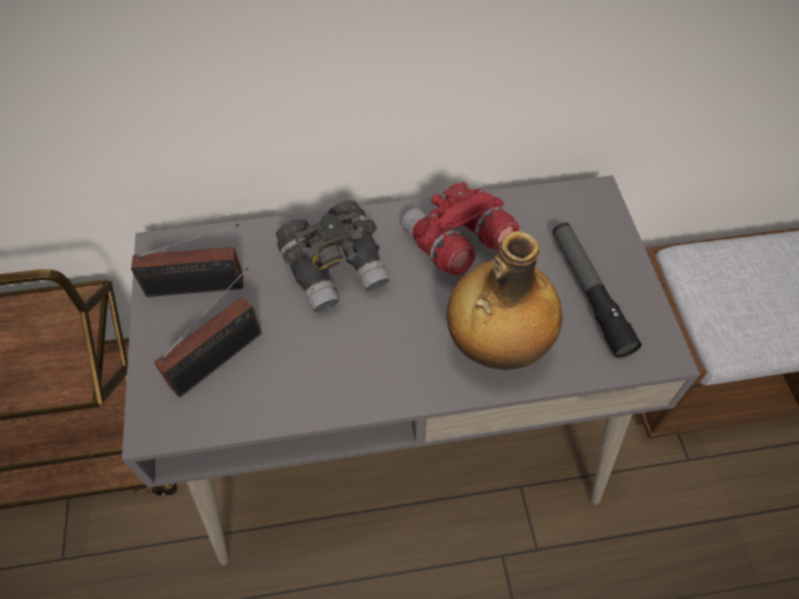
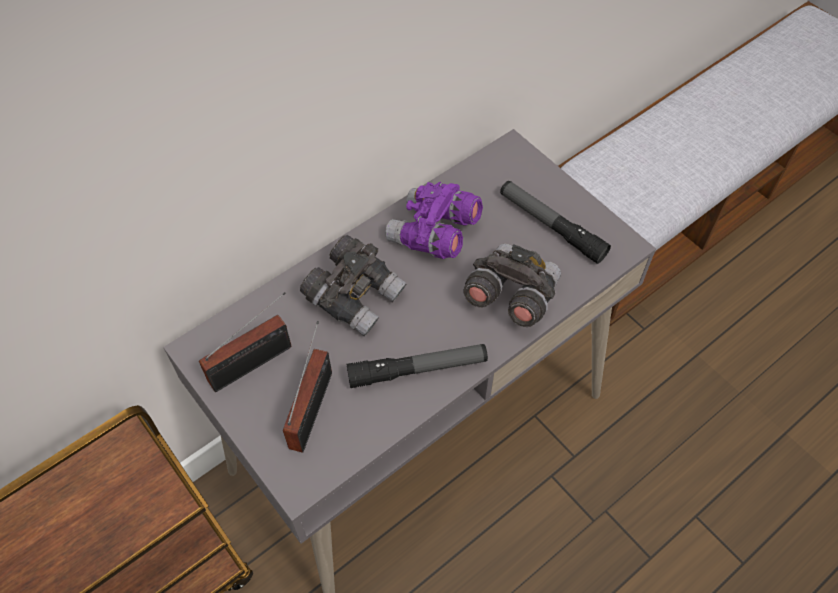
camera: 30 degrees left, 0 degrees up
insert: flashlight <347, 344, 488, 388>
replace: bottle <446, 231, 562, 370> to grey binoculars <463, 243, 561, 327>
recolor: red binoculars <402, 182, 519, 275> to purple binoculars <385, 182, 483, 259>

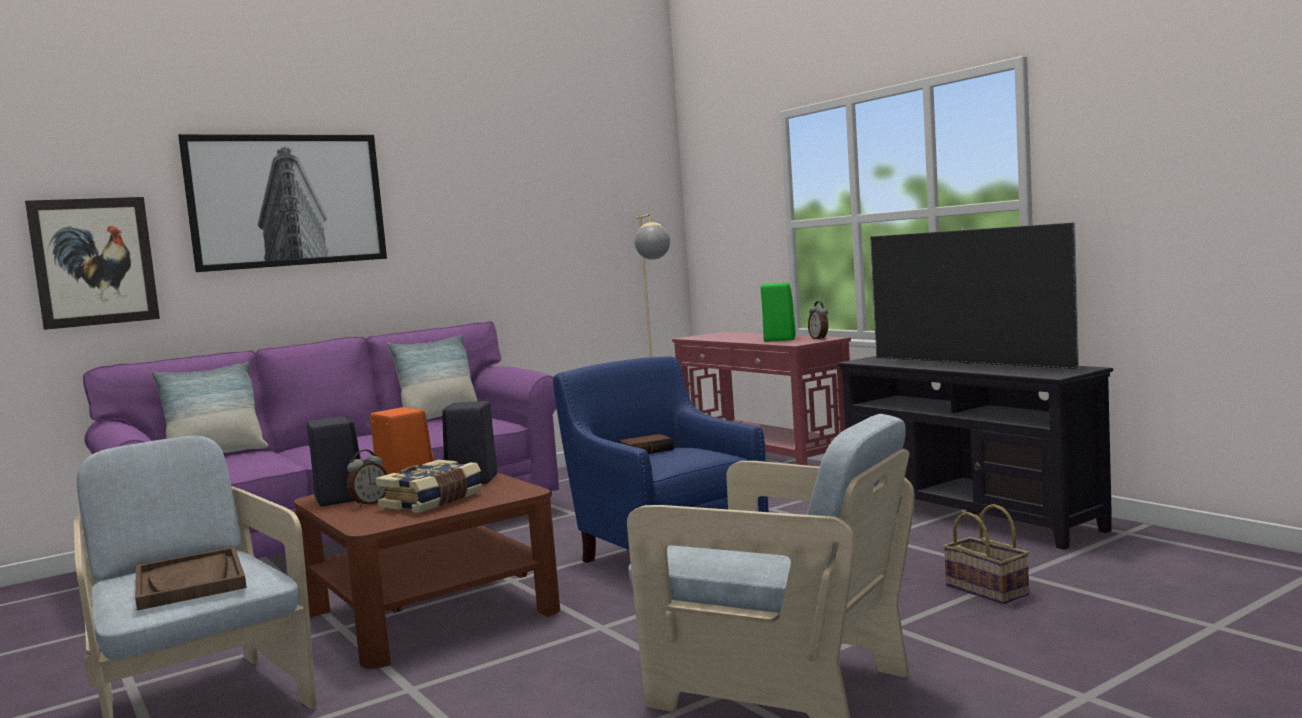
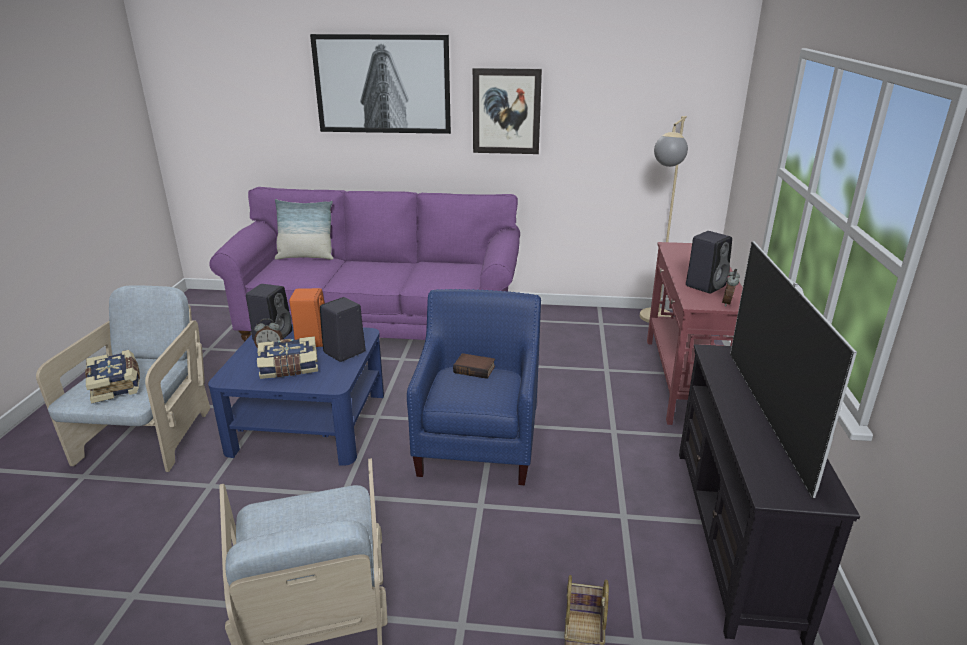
camera: 40 degrees right, 20 degrees up
delete: pillow <387, 335, 477, 419>
move: picture <25, 197, 160, 330> to <473, 68, 542, 154>
replace: brown tray <135, 547, 247, 611> to book <85, 350, 140, 403>
recolor: brown coffee table <294, 472, 560, 669> to blue coffee table <208, 324, 384, 466>; green speaker <761, 282, 796, 342> to black speaker <686, 231, 732, 294>

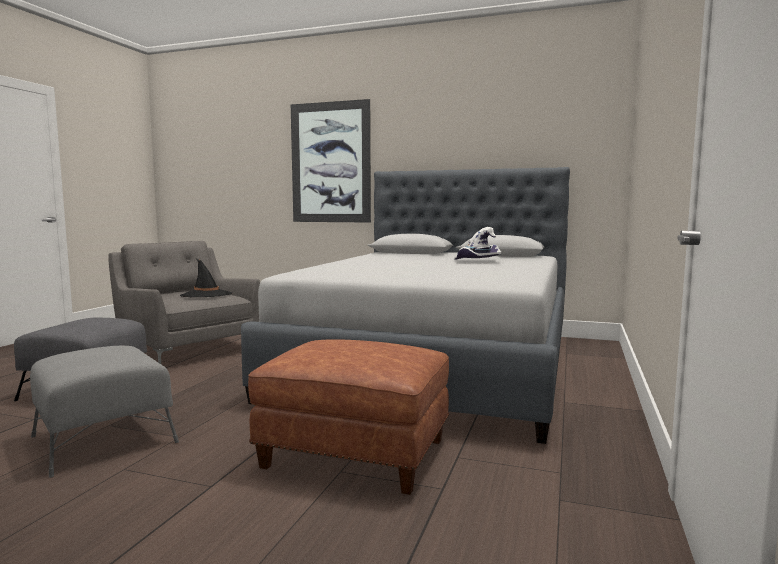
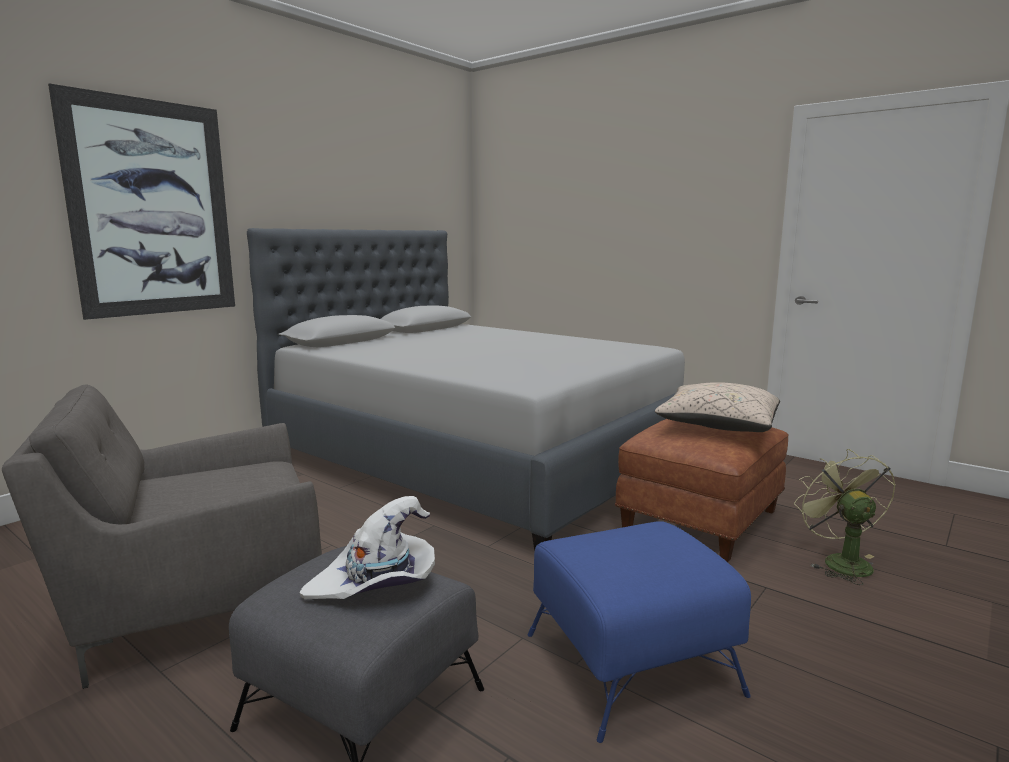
camera: 70 degrees left, 5 degrees up
delete: black hat <180, 259, 232, 297>
insert: beige pillow <655, 382, 780, 432>; green fan <794, 449, 896, 585>
move: white hat <454, 227, 501, 260> to <300, 496, 435, 599>
recolor: grey ottoman <30, 346, 179, 478> to blue ottoman <528, 521, 751, 743>

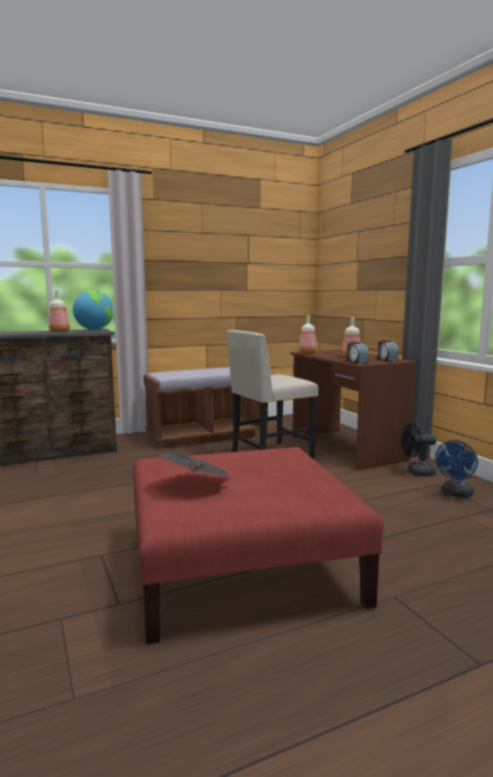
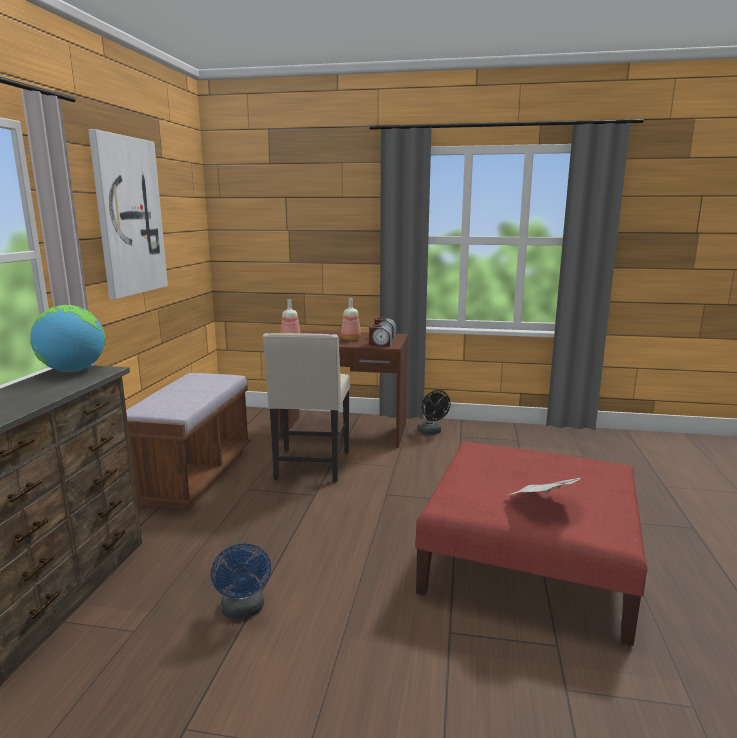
camera: 55 degrees left, 5 degrees up
delete: bottle <49, 290, 70, 332>
insert: picture <88, 129, 168, 299>
move: blue fan <435, 440, 478, 498> to <211, 542, 271, 620>
rotate: black fan <401, 422, 437, 476> = <417, 390, 450, 435> 60 degrees counterclockwise

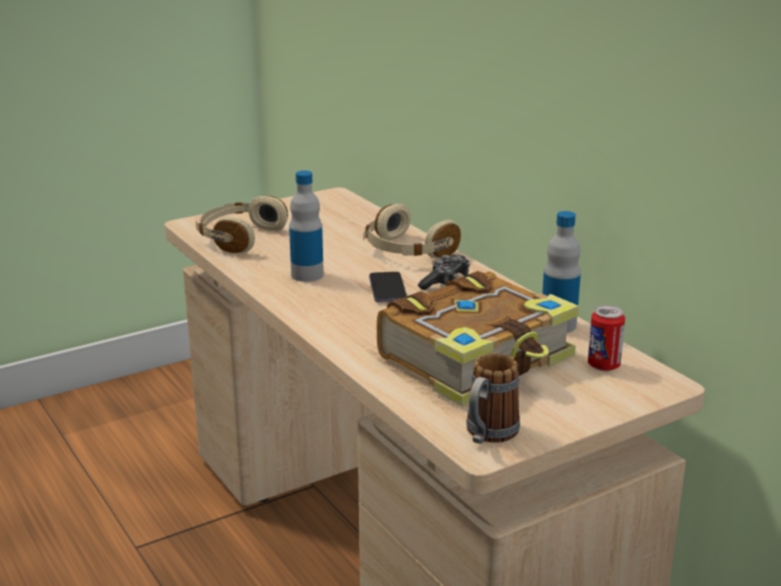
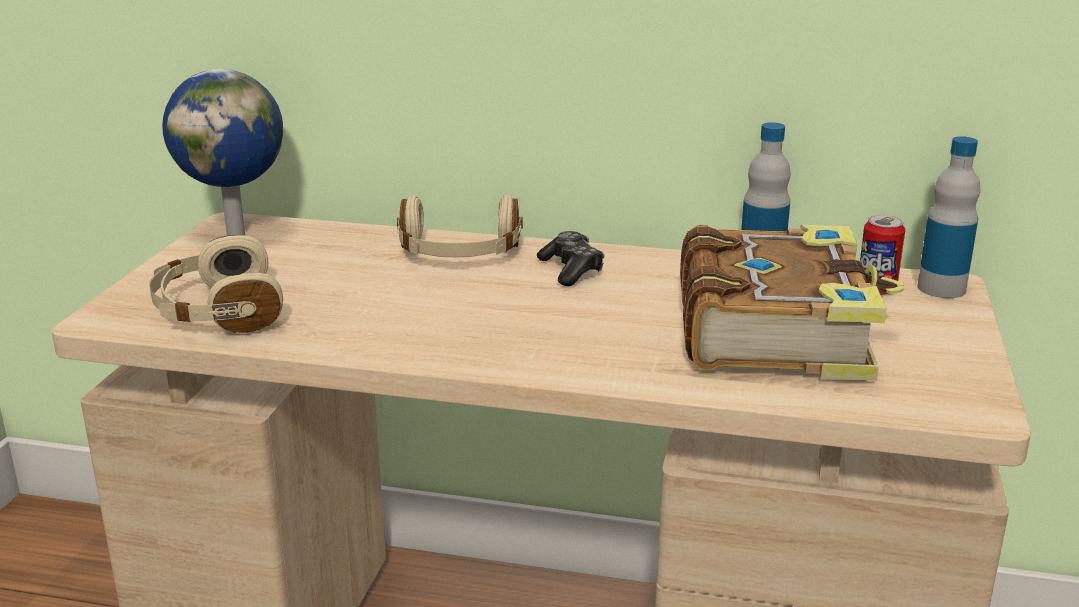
camera: 45 degrees left, 0 degrees up
delete: phone <369, 272, 407, 302>; mug <466, 353, 520, 444>
insert: globe <162, 69, 283, 236>
move: bottle <289, 170, 324, 282> to <917, 136, 980, 298>

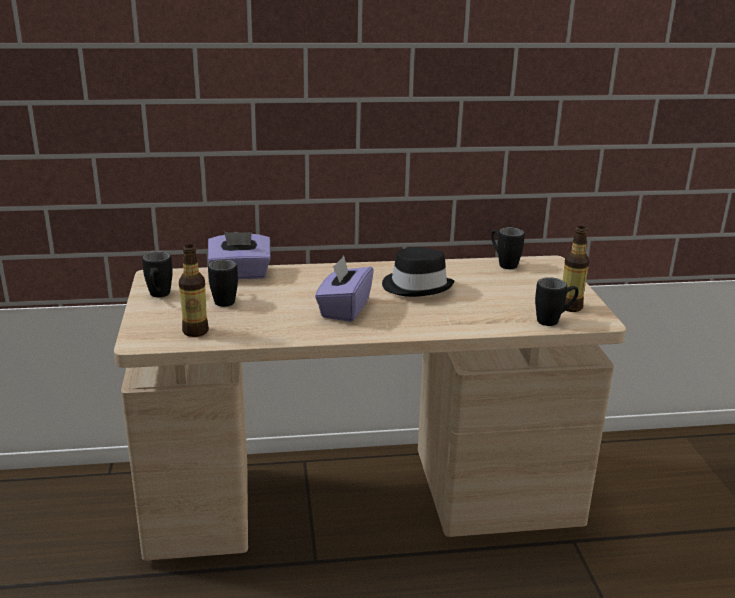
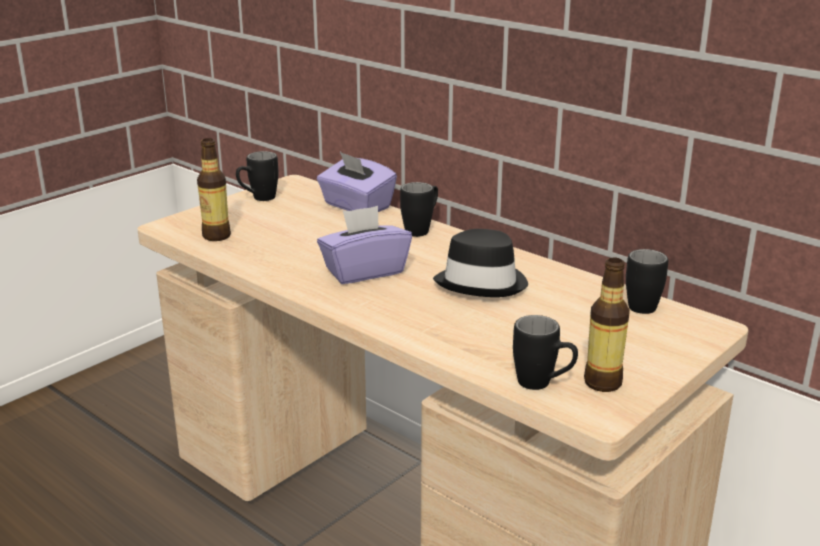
camera: 50 degrees right, 0 degrees up
move: black mug <208, 260, 238, 307> to <400, 182, 438, 237>

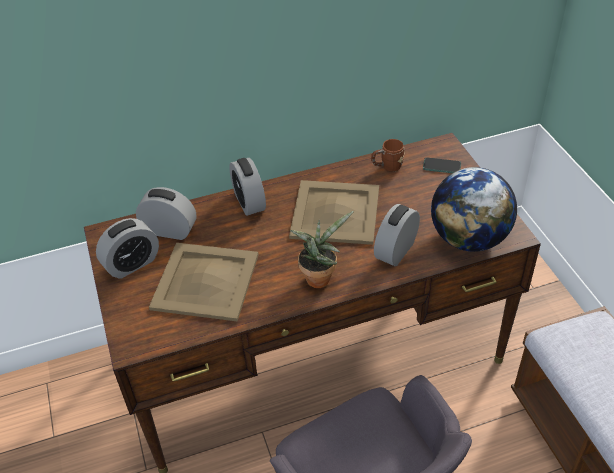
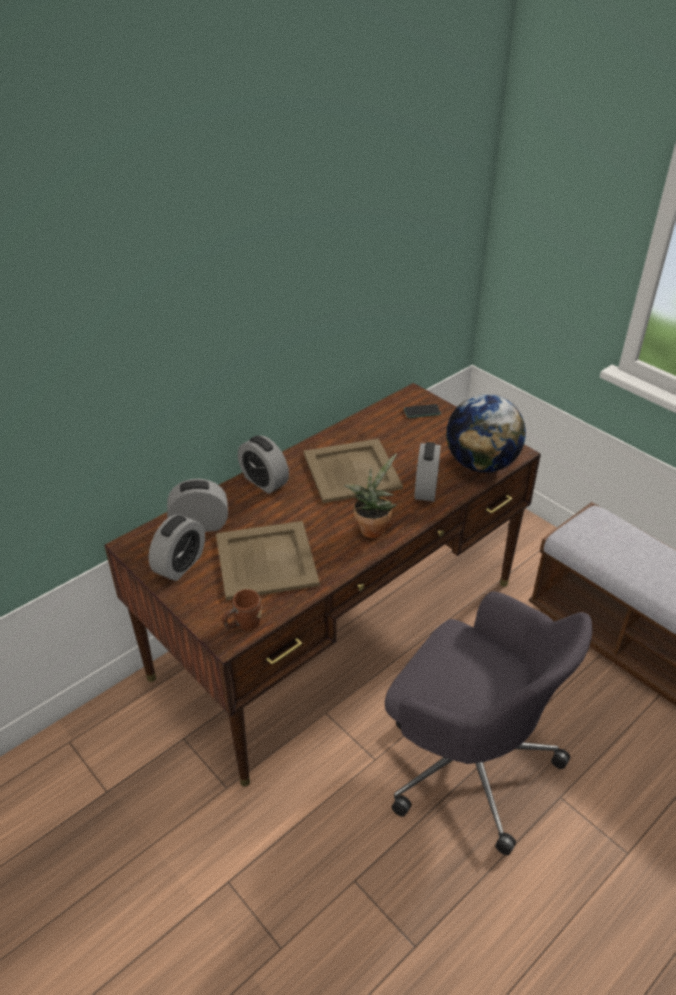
camera: 25 degrees left, 5 degrees down
move: brown mug <371, 139, 405, 172> to <222, 589, 262, 631>

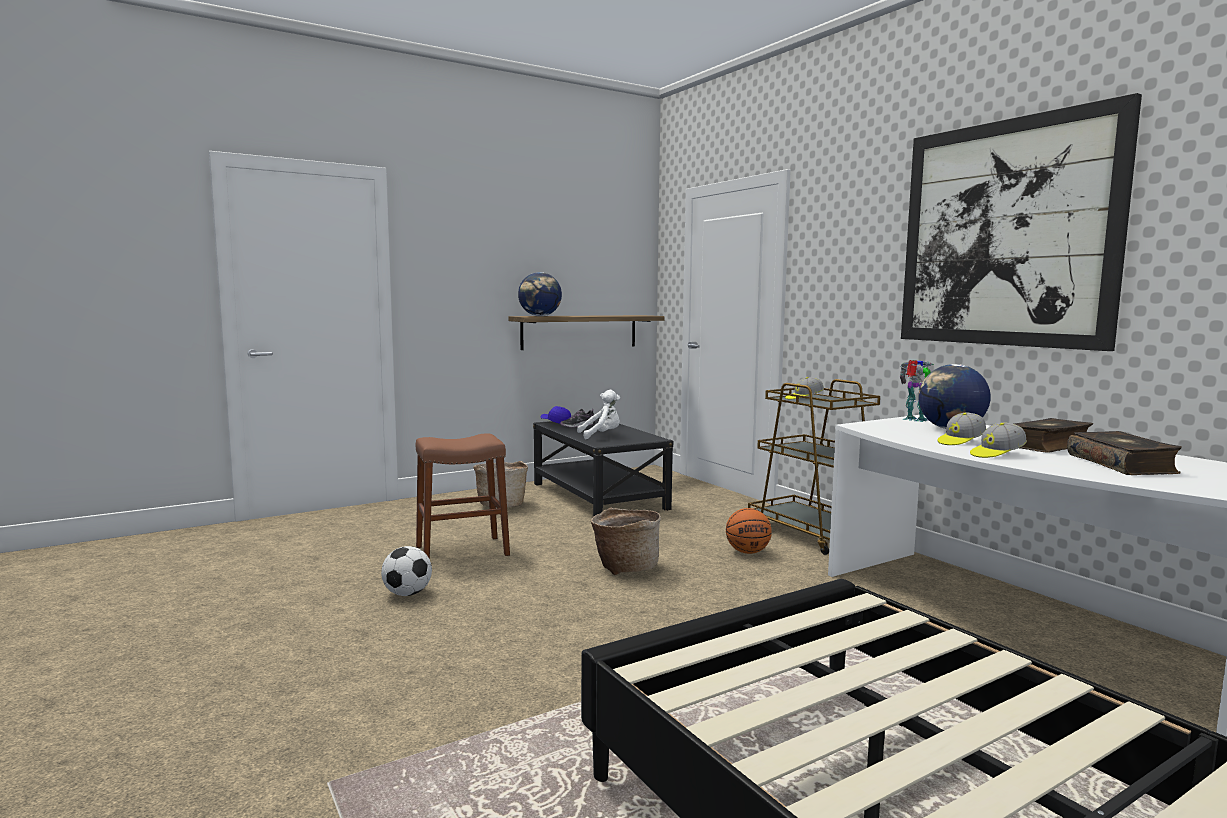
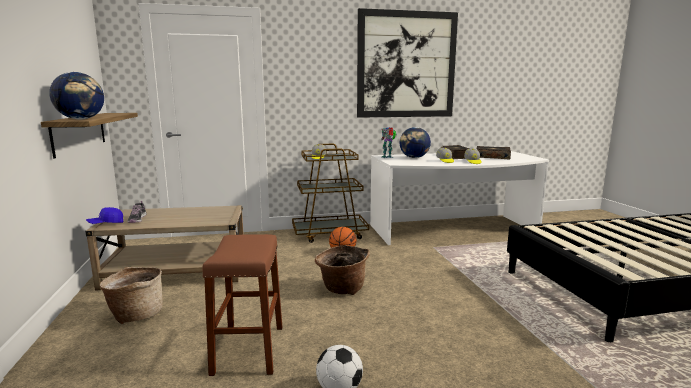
camera: 70 degrees left, 5 degrees up
delete: white plush toy <577, 390, 620, 439>
recolor: black coffee table <533, 418, 673, 517> to beige coffee table <85, 205, 244, 291>

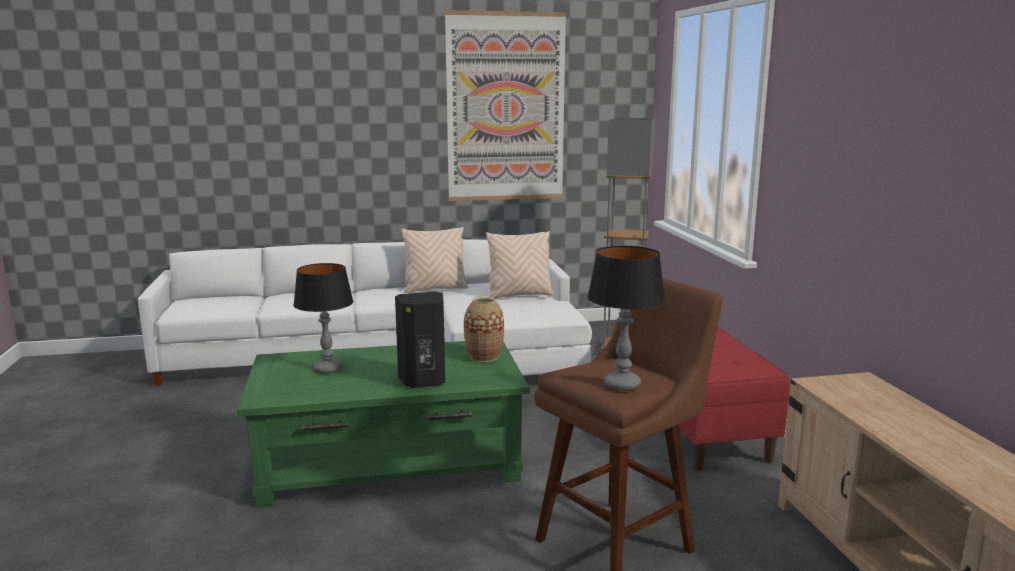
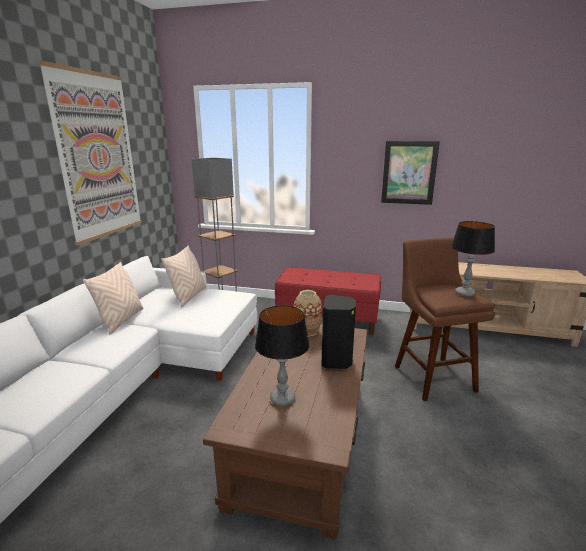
camera: 65 degrees left, 5 degrees up
insert: picture <381, 141, 440, 205>
recolor: green coffee table <237, 341, 530, 508> to brown coffee table <203, 324, 368, 539>

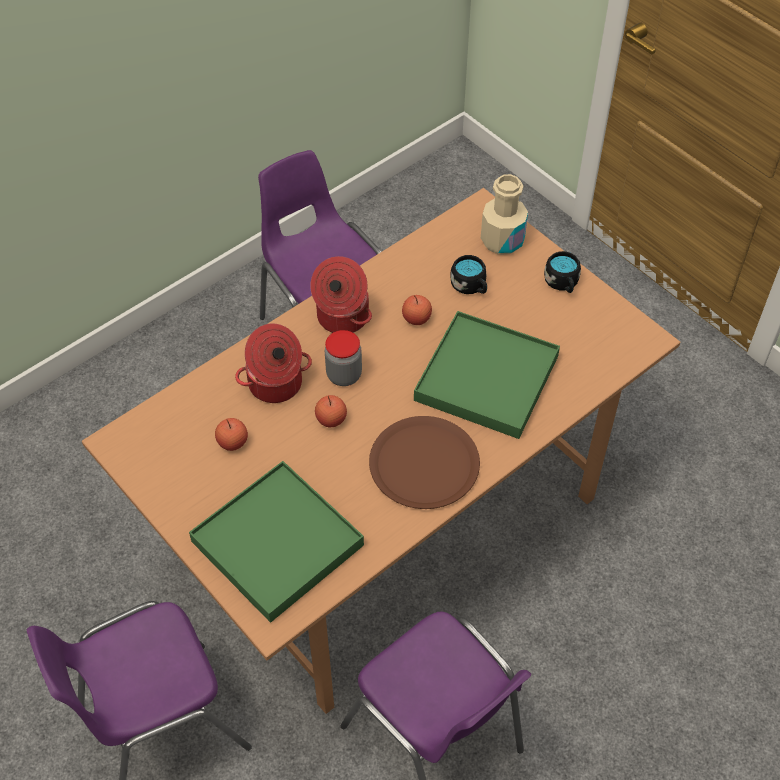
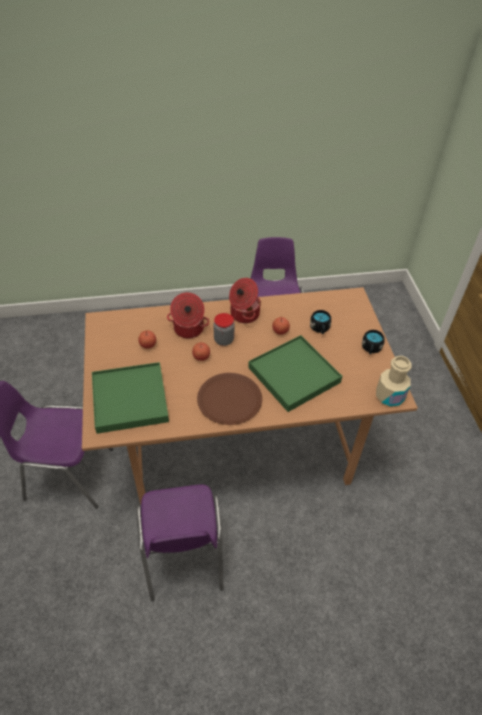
camera: 30 degrees right, 5 degrees down
move: beige bottle <481, 174, 528, 255> to <376, 356, 411, 407>

